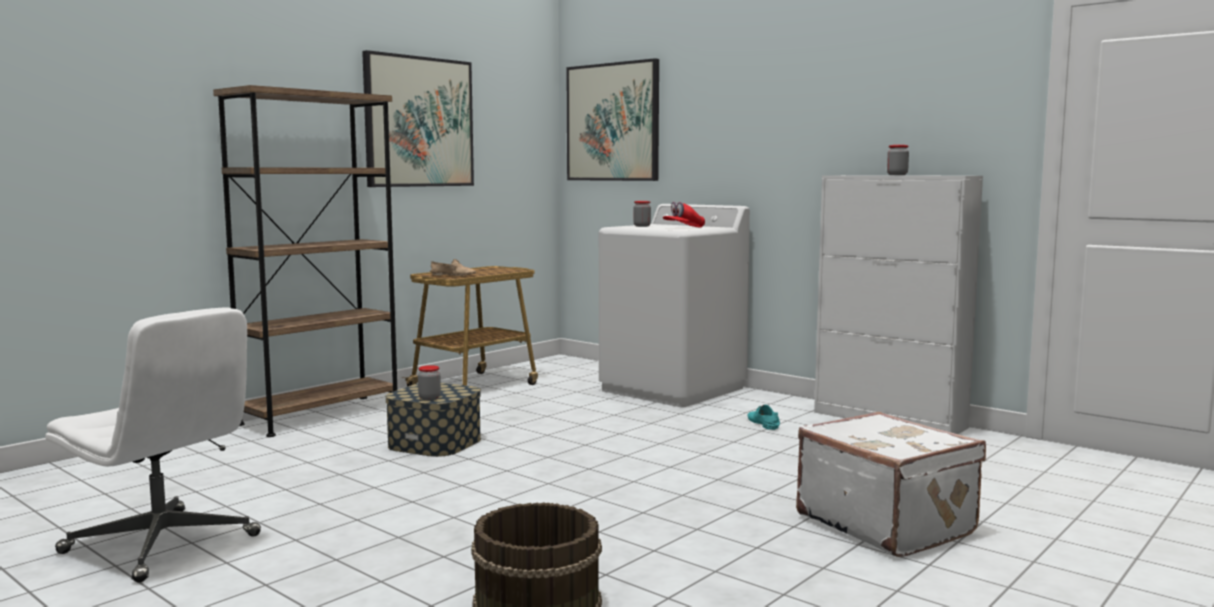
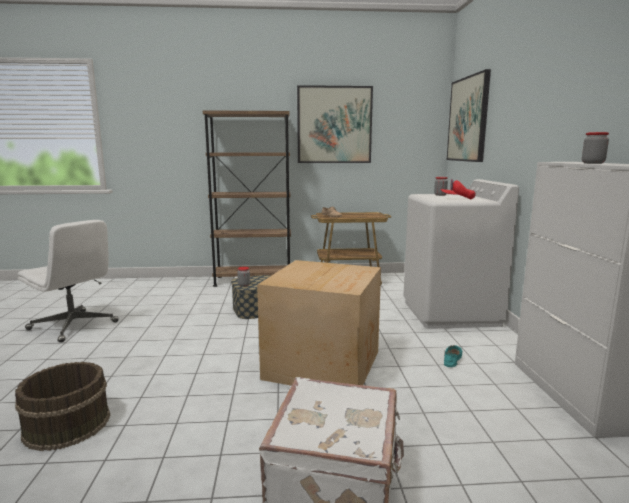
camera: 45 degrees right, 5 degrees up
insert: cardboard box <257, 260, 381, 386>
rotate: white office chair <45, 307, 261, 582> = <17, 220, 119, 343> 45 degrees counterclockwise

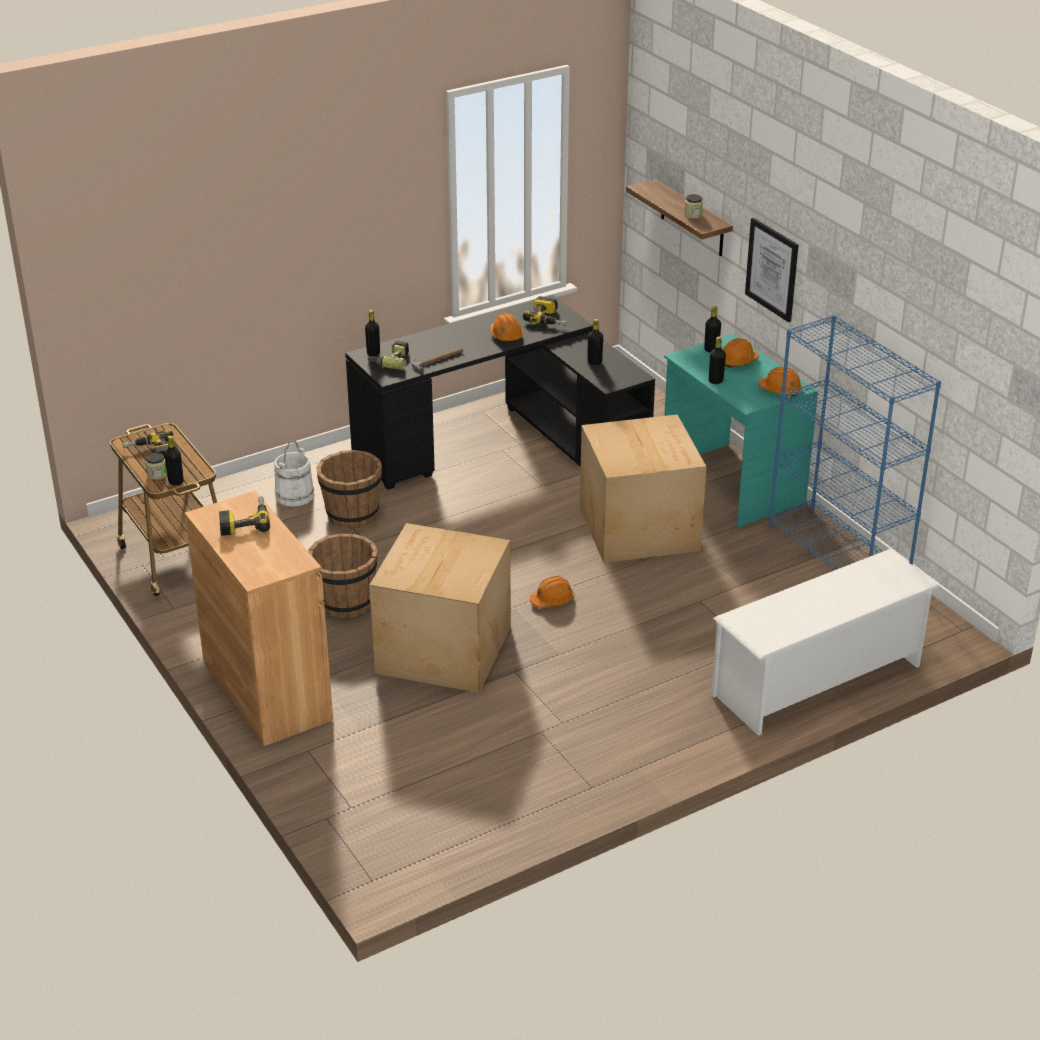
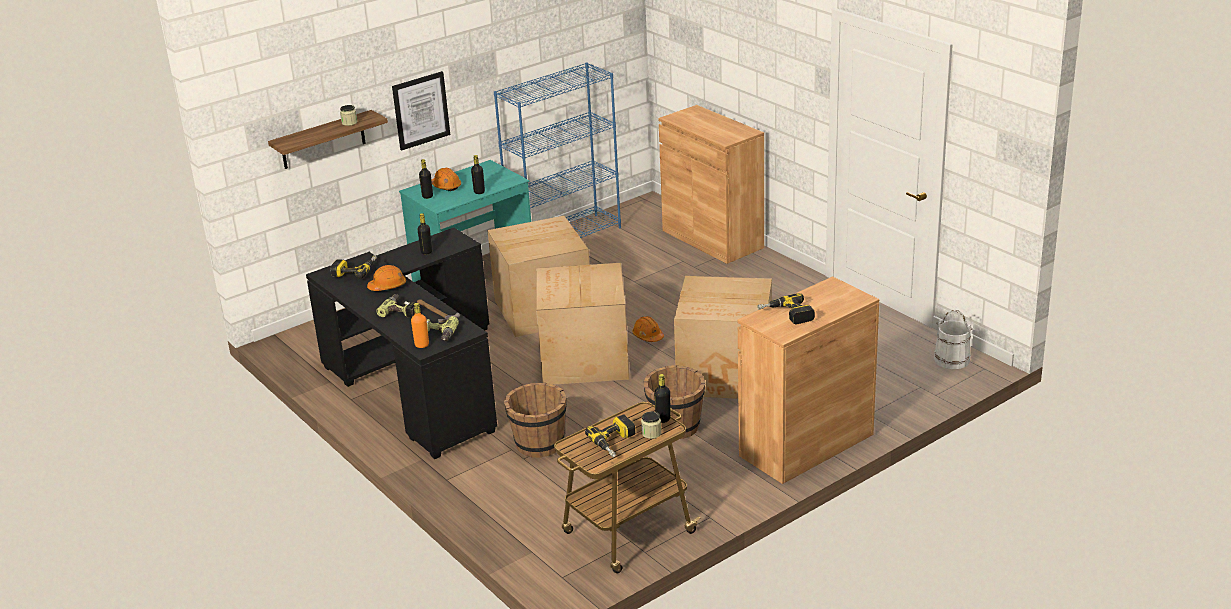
camera: 95 degrees left, 5 degrees down
delete: orange hard hat <759, 367, 803, 396>
insert: power drill <376, 294, 416, 318>; cardboard box <536, 263, 629, 385>
move: white bucket <274, 440, 314, 507> to <934, 310, 973, 369>
replace: white shoe rack <711, 549, 940, 736> to brown cabinet <658, 105, 764, 264>
recolor: black bottle <365, 310, 380, 356> to orange bottle <411, 303, 429, 348>

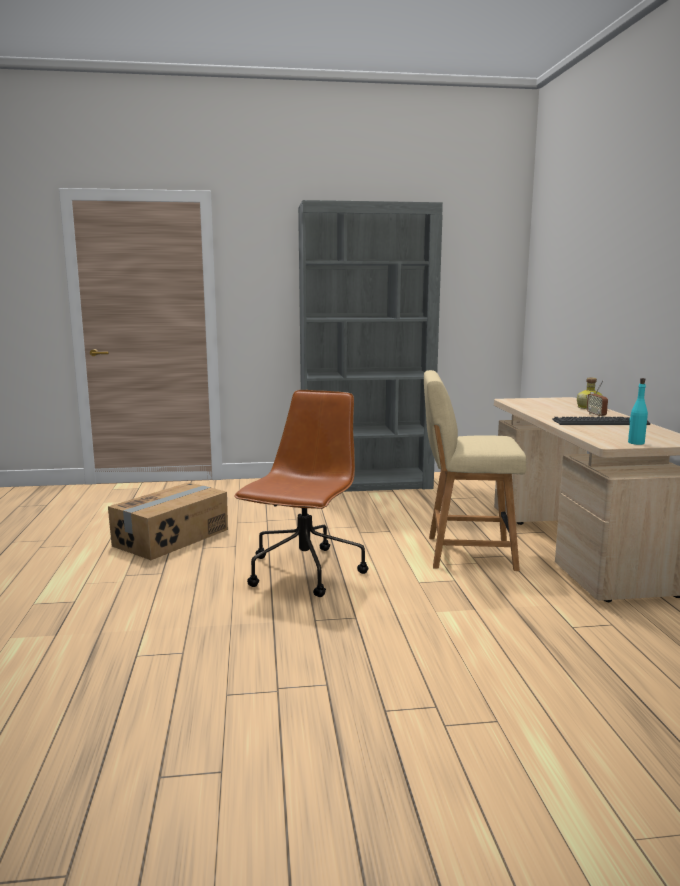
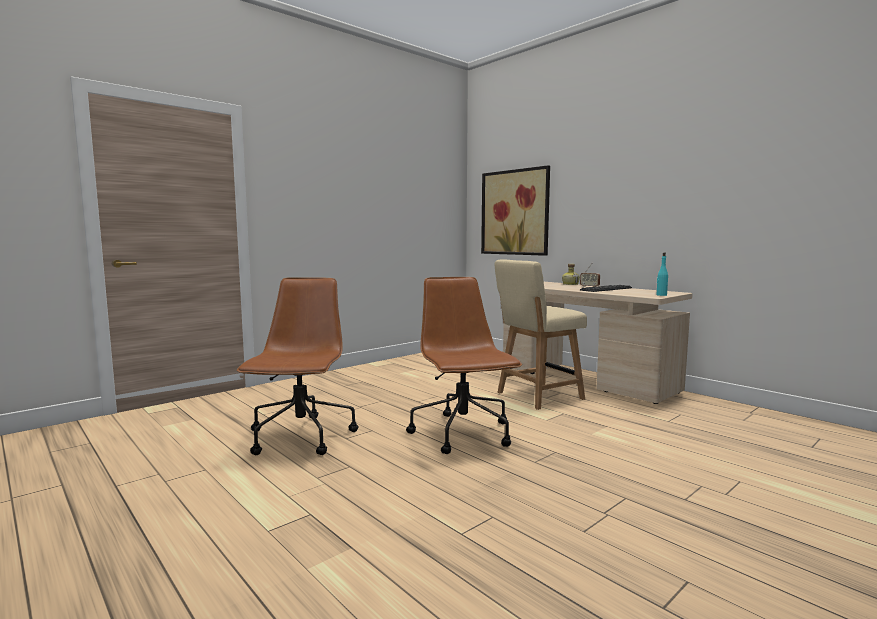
camera: 35 degrees left, 5 degrees down
delete: grey bookcase <298, 200, 443, 492>
insert: picture <481, 165, 550, 256>
replace: cardboard box <108, 482, 228, 560> to brown office chair <237, 277, 358, 455>

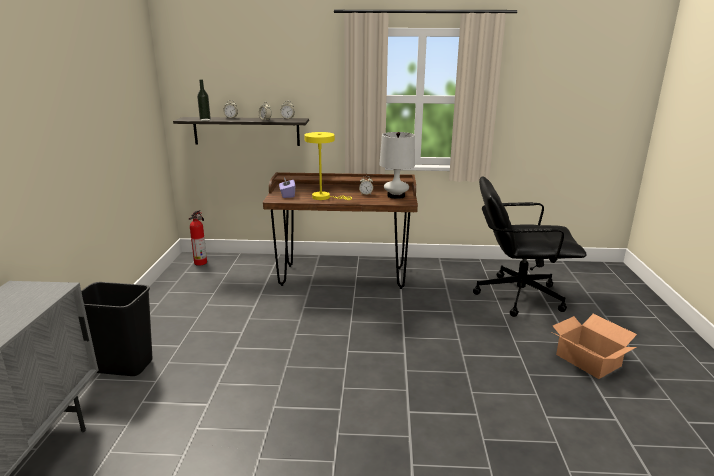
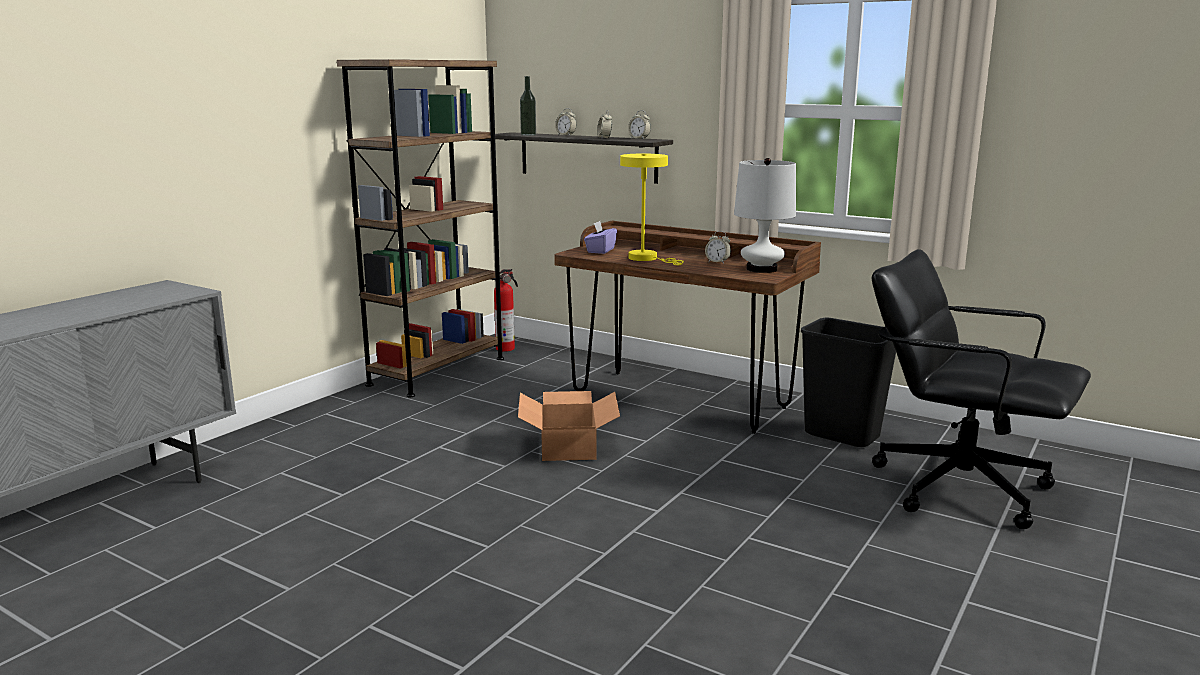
camera: 30 degrees right, 5 degrees down
insert: brown bookcase <337, 59, 504, 397>
move: black trash can <81, 282, 153, 376> to <801, 318, 896, 447>; cardboard box <552, 314, 637, 379> to <518, 391, 620, 461>

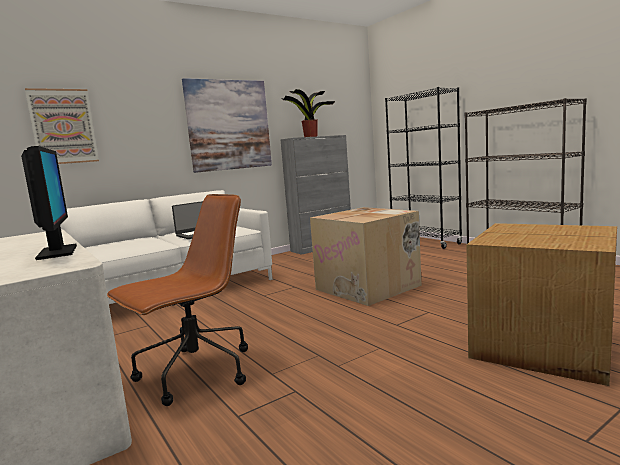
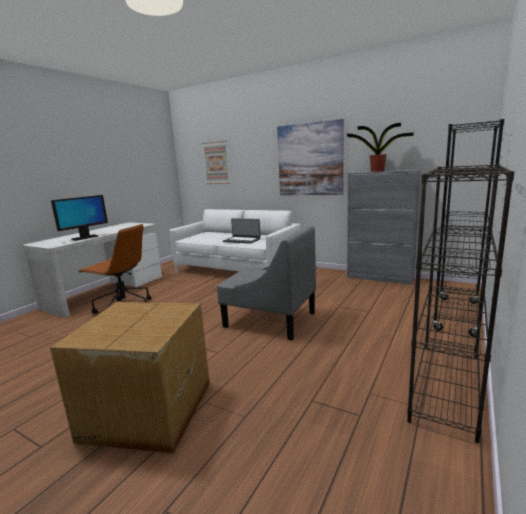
camera: 65 degrees right, 5 degrees up
replace: cardboard box <310, 207, 421, 306> to grey armchair <217, 226, 316, 340>

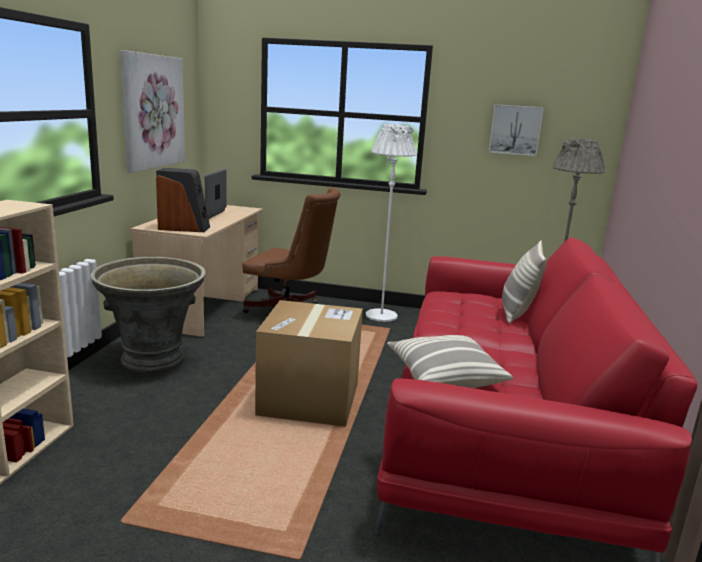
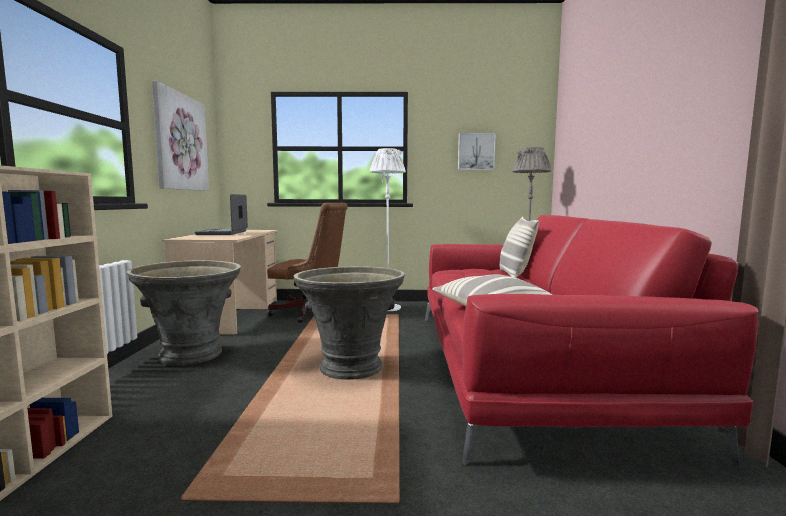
camera: 10 degrees left, 10 degrees down
delete: speaker <156, 168, 210, 232>
replace: cardboard box <255, 300, 363, 427> to grey planter <294, 266, 405, 380>

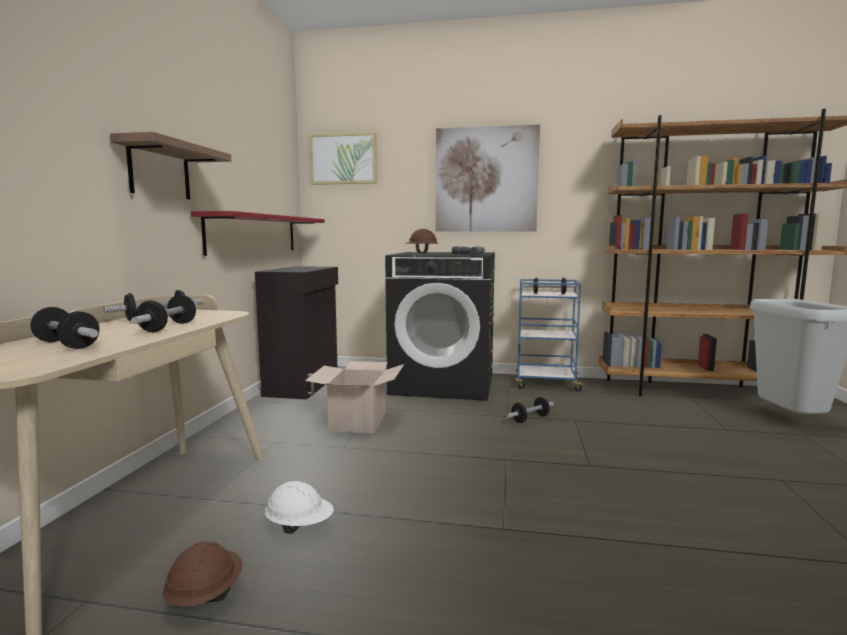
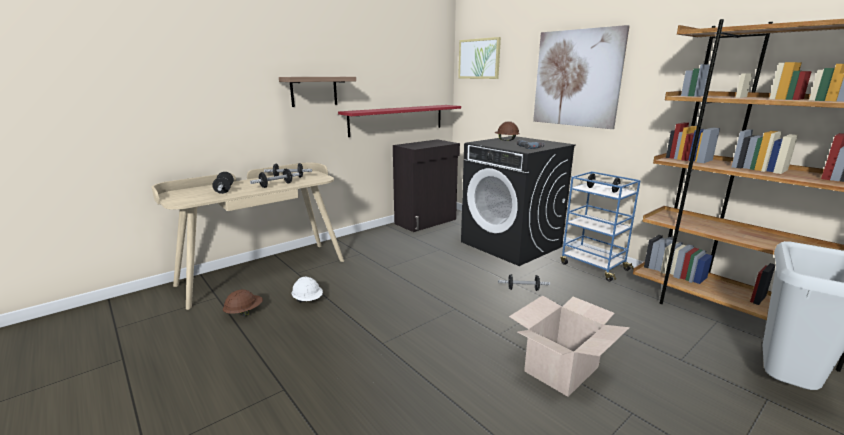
camera: 40 degrees right, 10 degrees up
move: cardboard box <305, 361, 404, 433> to <509, 295, 630, 397>

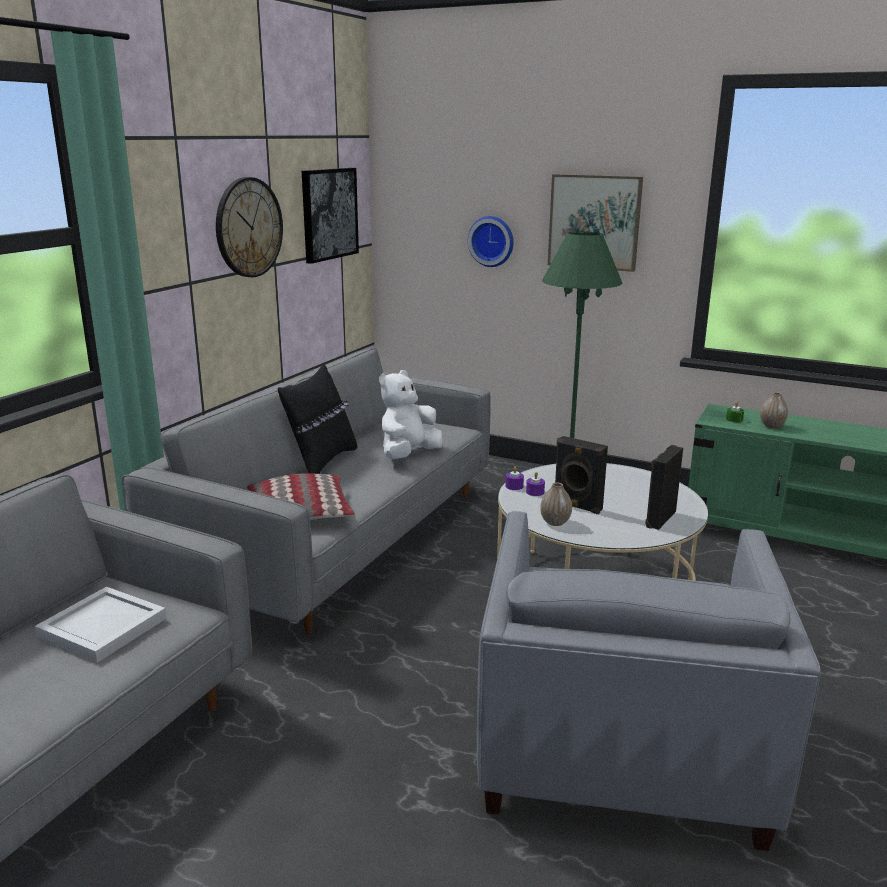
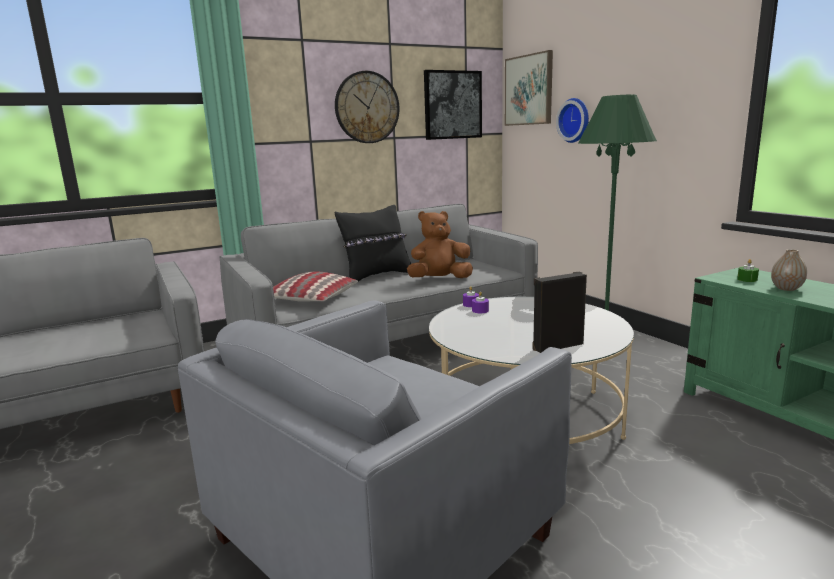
camera: 35 degrees right, 5 degrees down
delete: white tray <35, 587, 167, 663>; vase <540, 482, 572, 526>; black speaker <555, 436, 608, 514>
move: picture <548, 174, 643, 272> to <505, 50, 553, 126>
recolor: white plush toy <379, 370, 443, 459> to brown plush toy <407, 211, 473, 278>

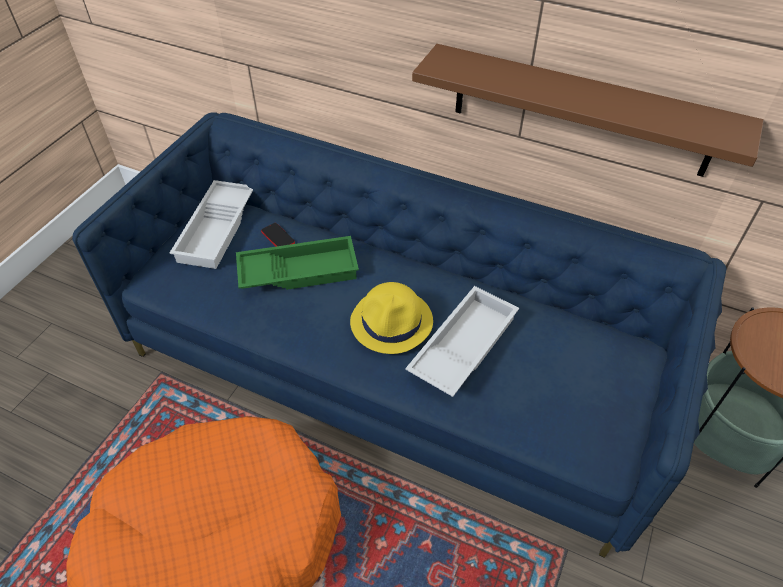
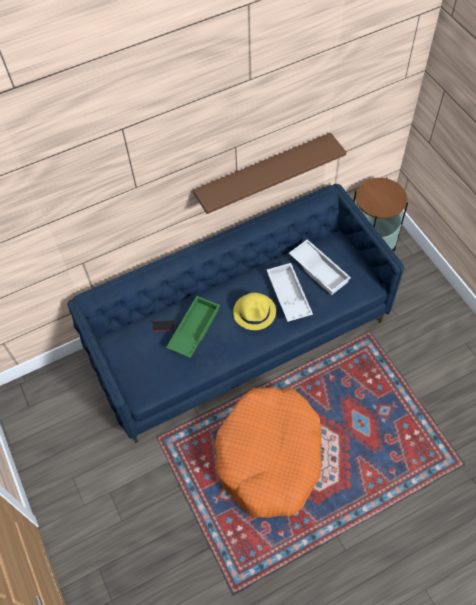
camera: 50 degrees left, 10 degrees up
move: white tray <170, 180, 253, 269> to <289, 239, 351, 295>

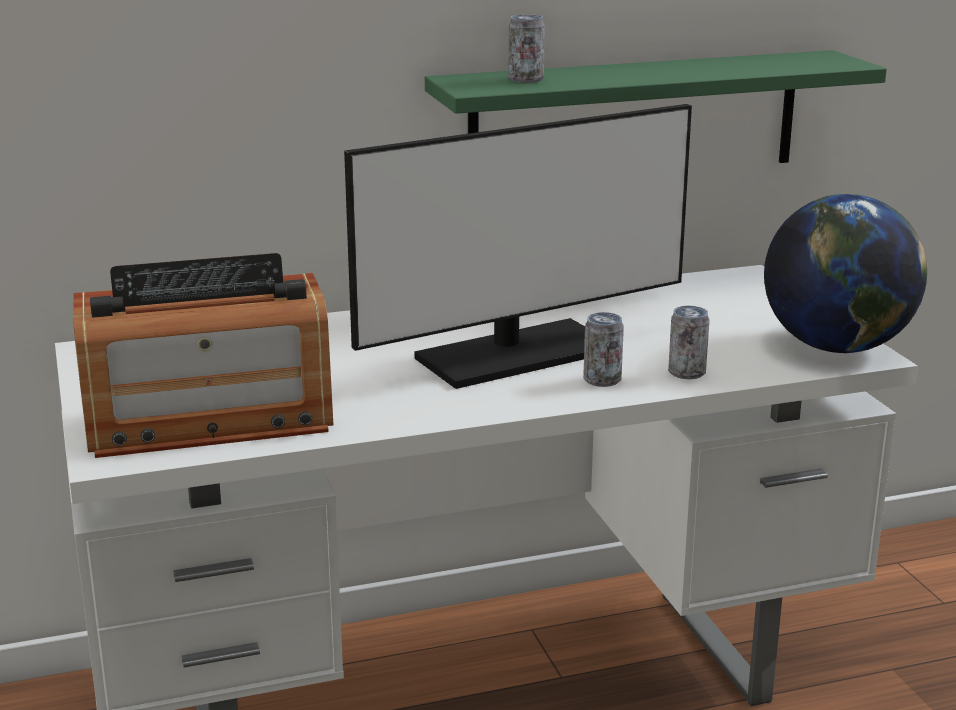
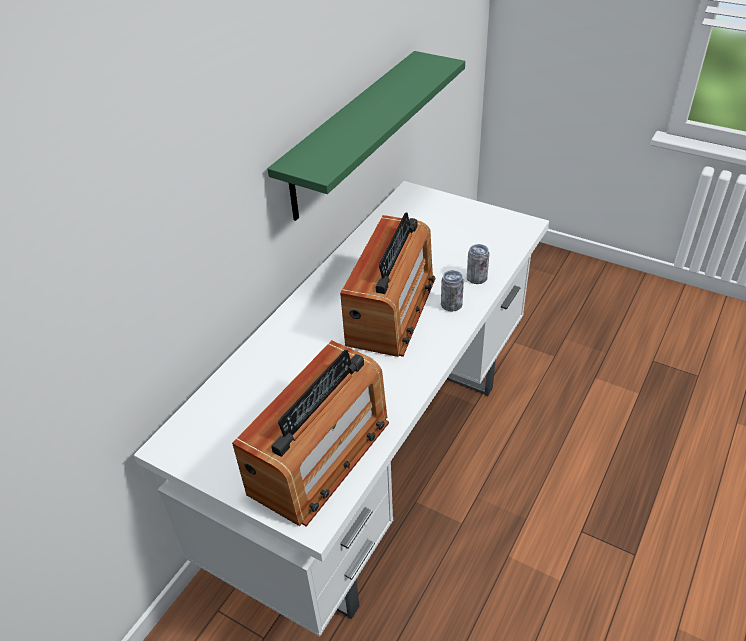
camera: 40 degrees left, 20 degrees up
delete: can <508, 14, 545, 83>; globe <764, 194, 927, 354>
replace: monitor <344, 104, 692, 389> to radio <340, 212, 435, 357>

